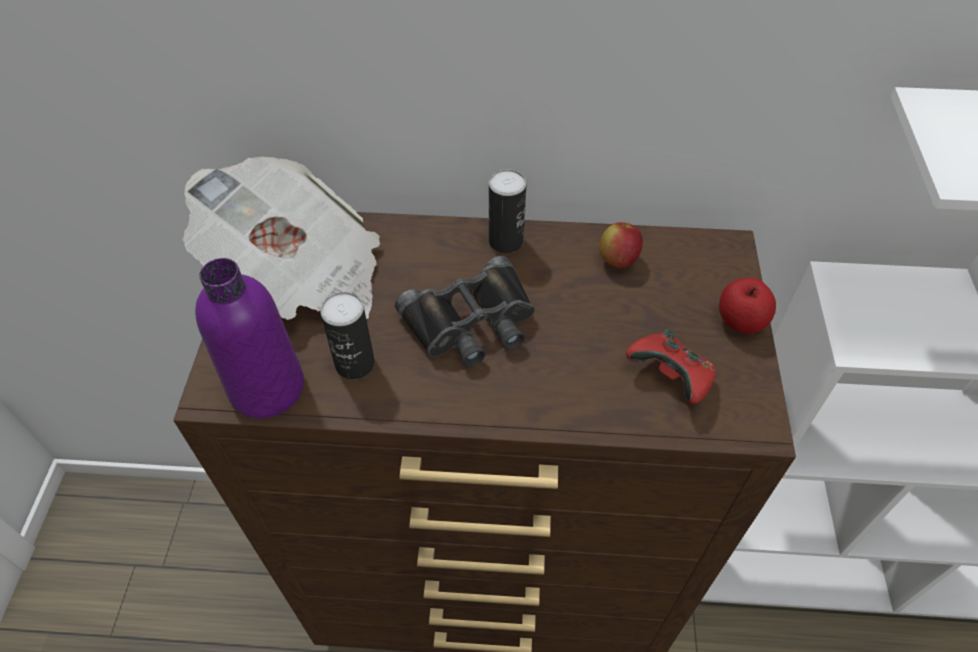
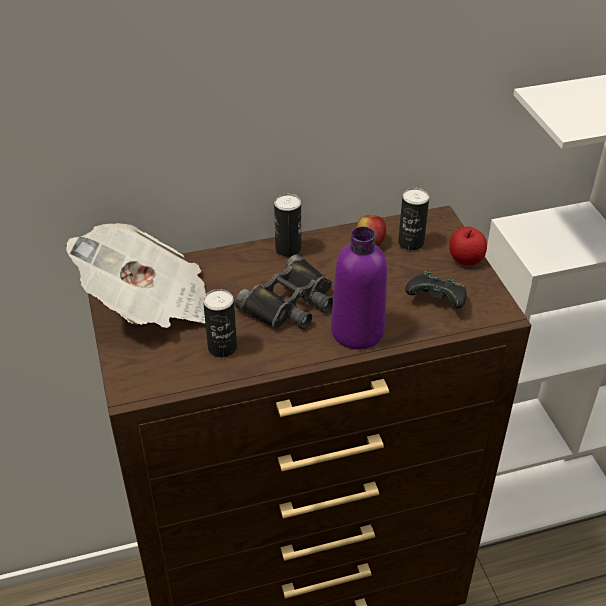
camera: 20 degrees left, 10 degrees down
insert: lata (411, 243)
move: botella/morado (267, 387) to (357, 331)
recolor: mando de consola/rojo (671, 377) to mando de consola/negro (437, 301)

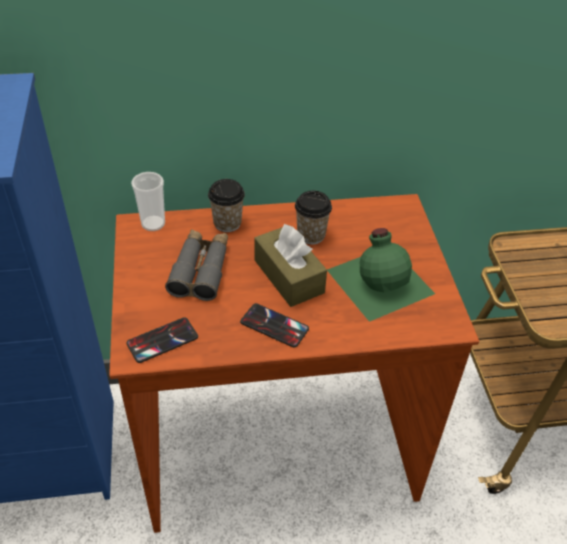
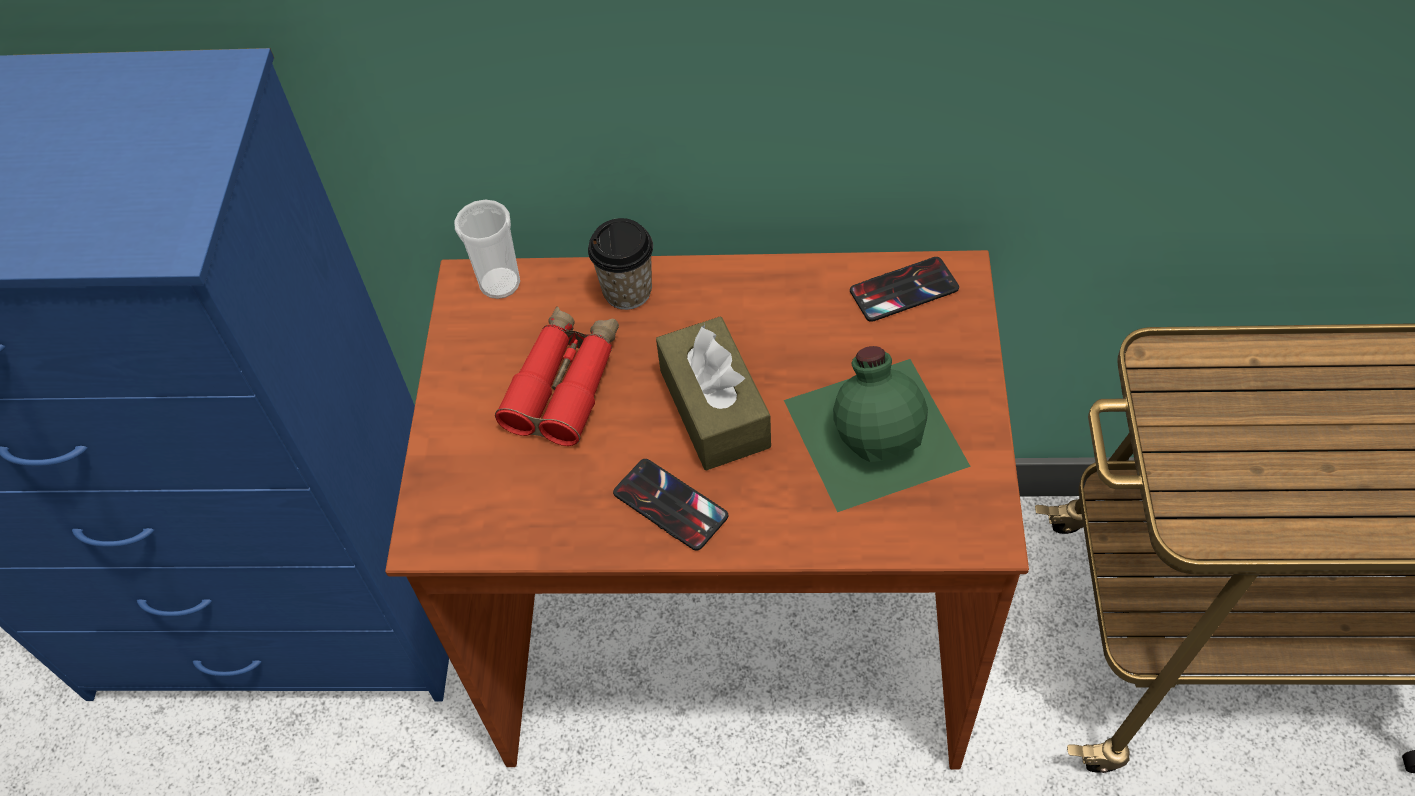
camera: 15 degrees right, 10 degrees up
delete: taza (311, 235)
move: móvil (162, 340) to (904, 290)
recolor: prismáticos/gris (200, 270) to prismáticos/rojo (565, 384)

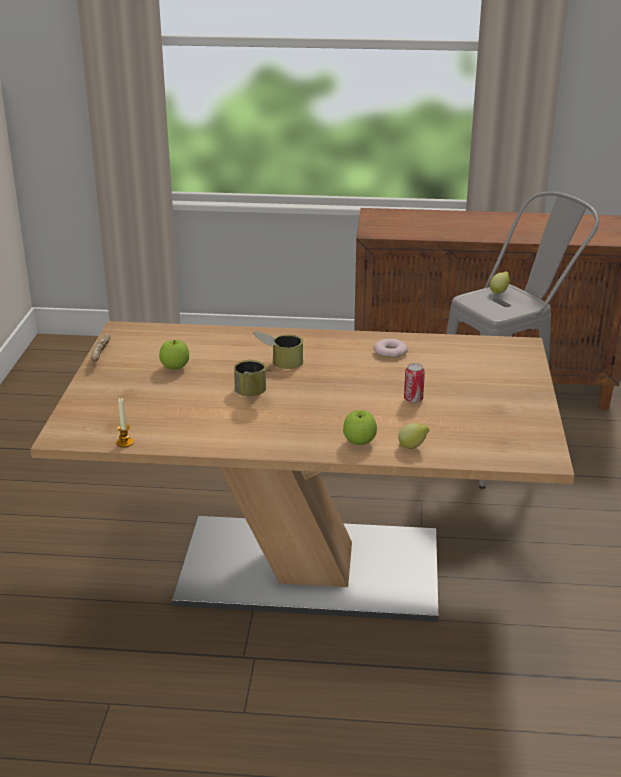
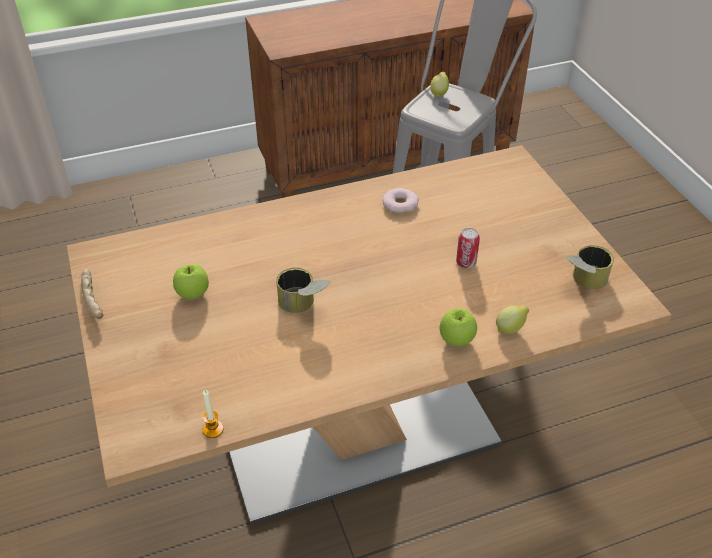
camera: 25 degrees left, 15 degrees up
move: lata (278, 363) to (583, 282)

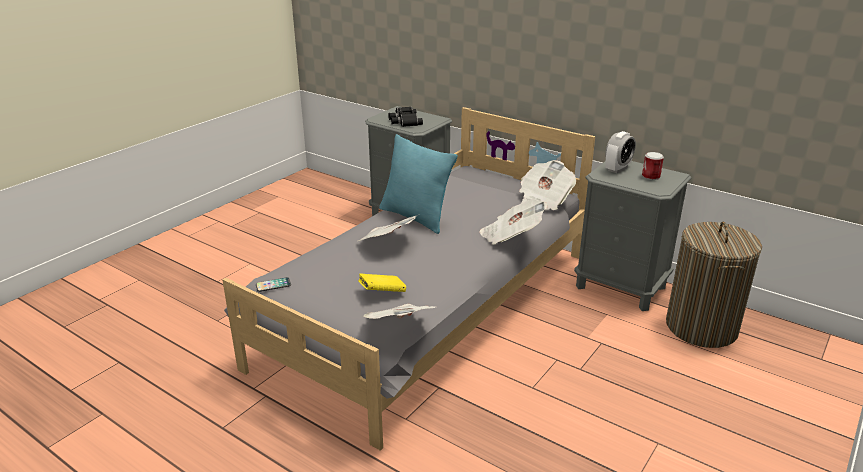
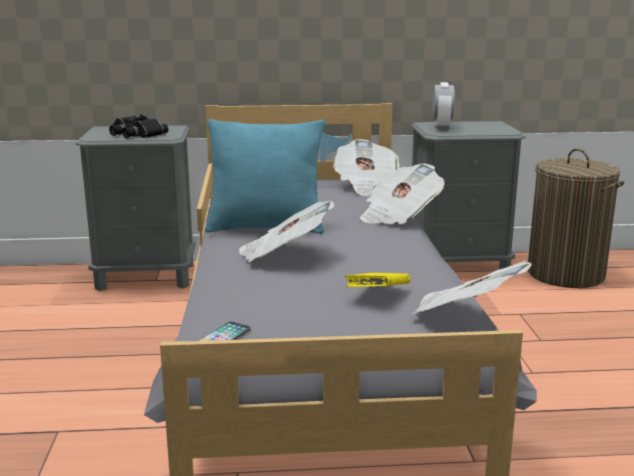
camera: 40 degrees left, 10 degrees down
delete: lata (650, 176)

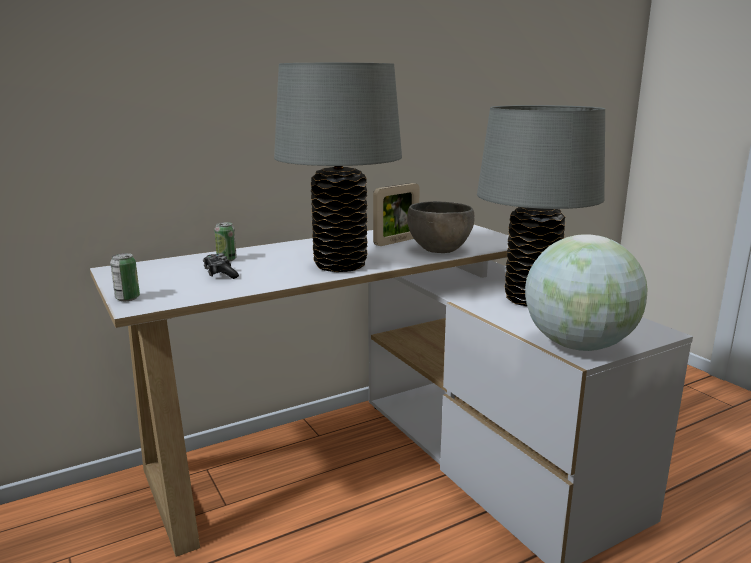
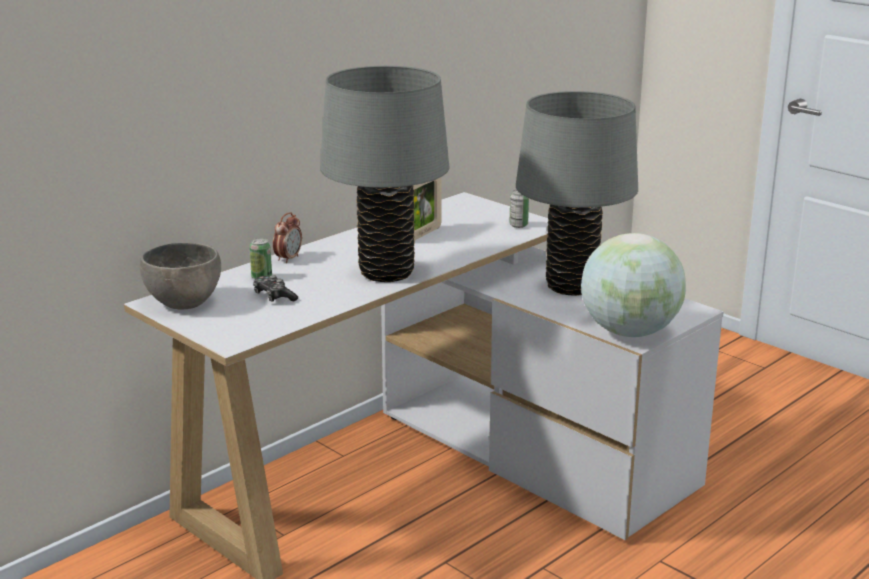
camera: 15 degrees left, 5 degrees up
insert: despertador (288, 259)
move: lata (127, 298) to (518, 225); cuenco/gris (440, 249) to (185, 303)

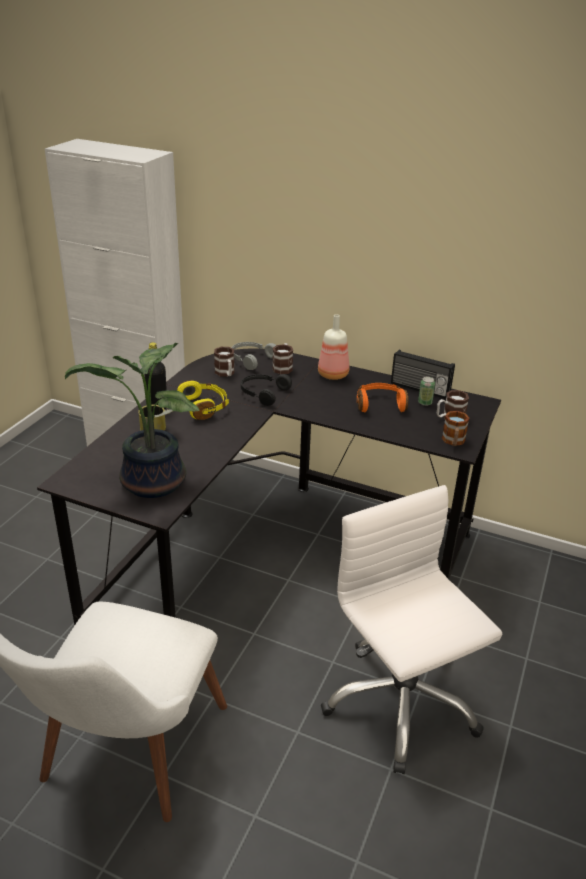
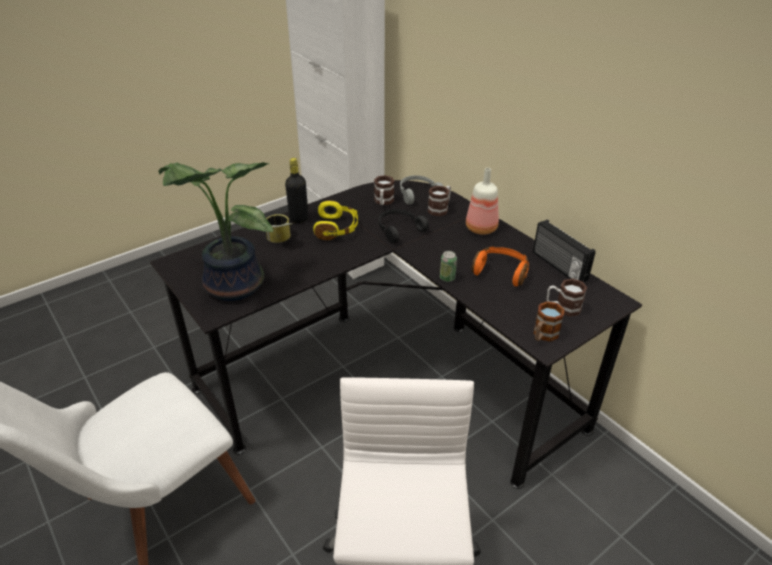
camera: 30 degrees right, 5 degrees up
move: lata (425, 403) to (447, 278)

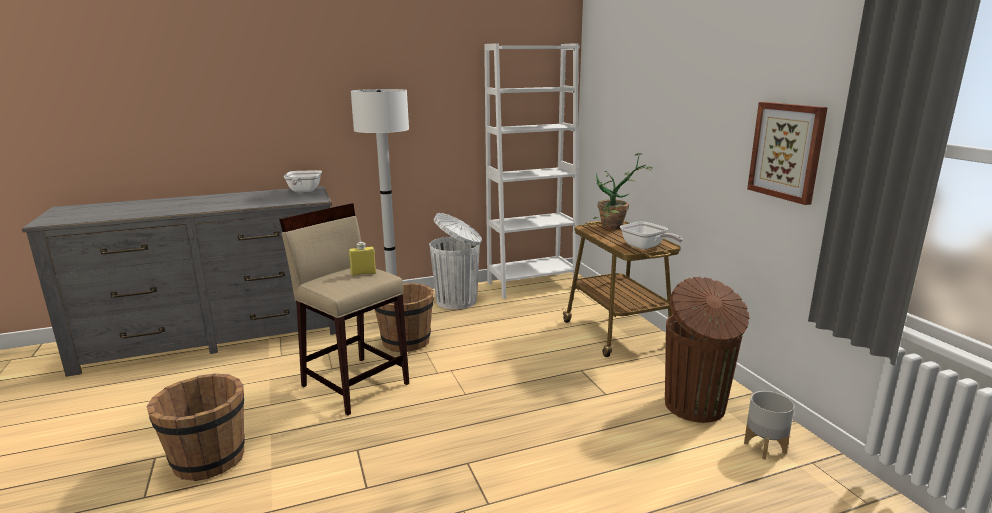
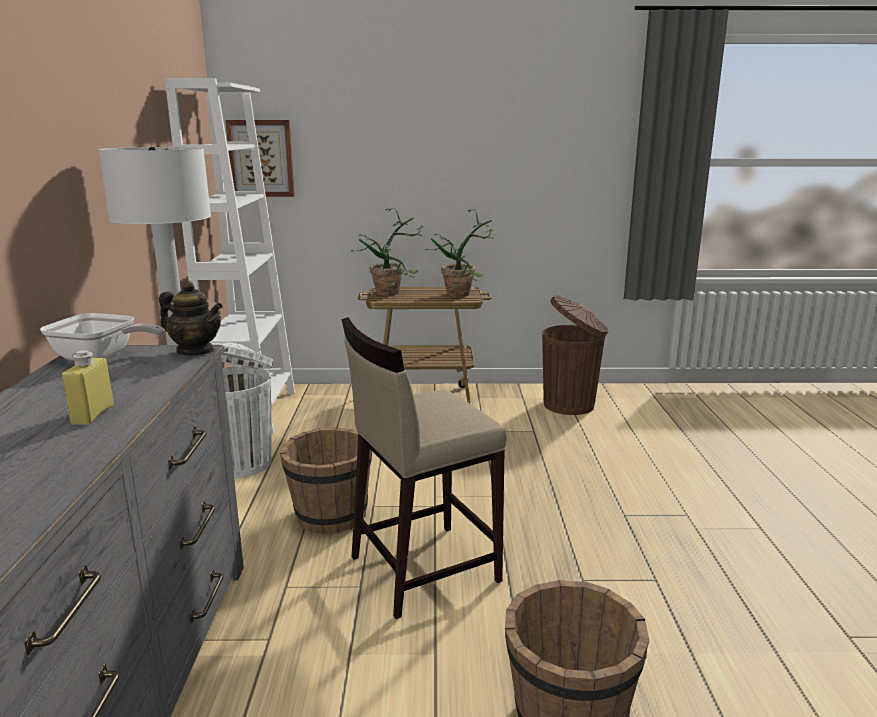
camera: 70 degrees left, 0 degrees up
delete: maceta/gris (765, 447)
insert: tetera (195, 351)
move: botella/amarillo (363, 273) to (93, 414); cuadro (787, 151) to (261, 158)
replace: sartén (646, 247) to planta en maceta (464, 295)

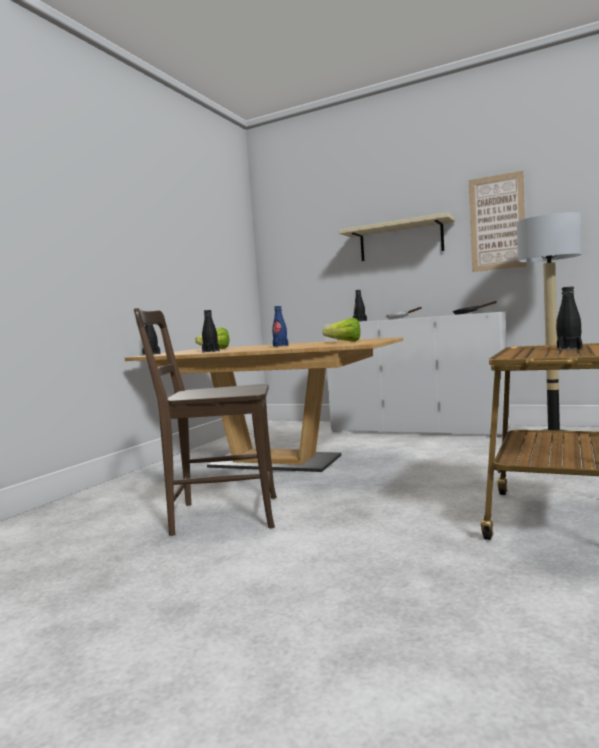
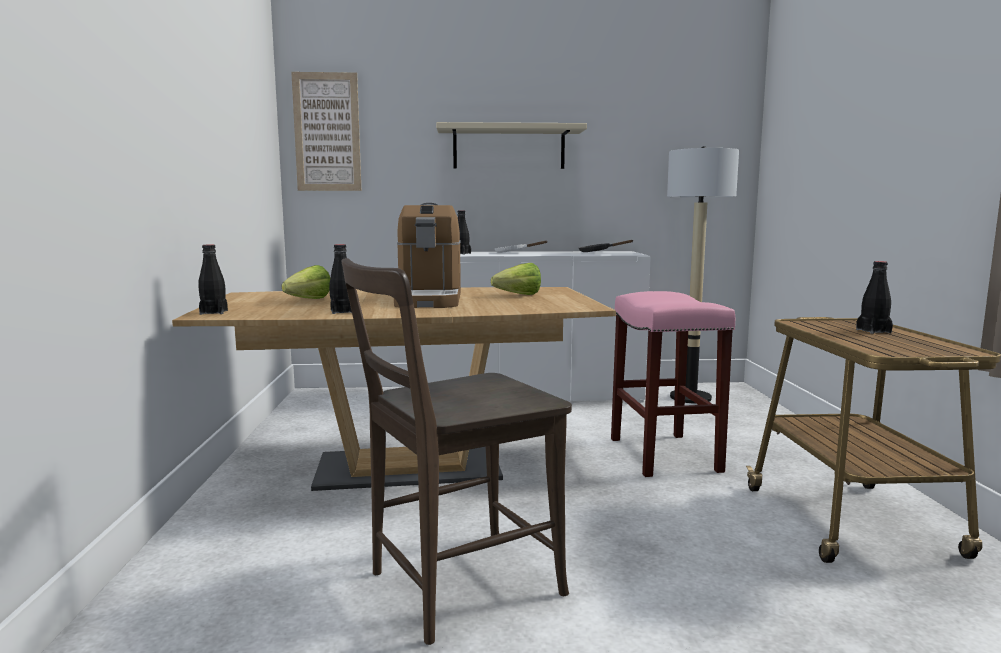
camera: 30 degrees left, 5 degrees up
insert: taburete/rosa (665, 455)
move: cuadro (497, 222) to (327, 132)
replace: botella/azul (280, 346) to cafetera (429, 299)

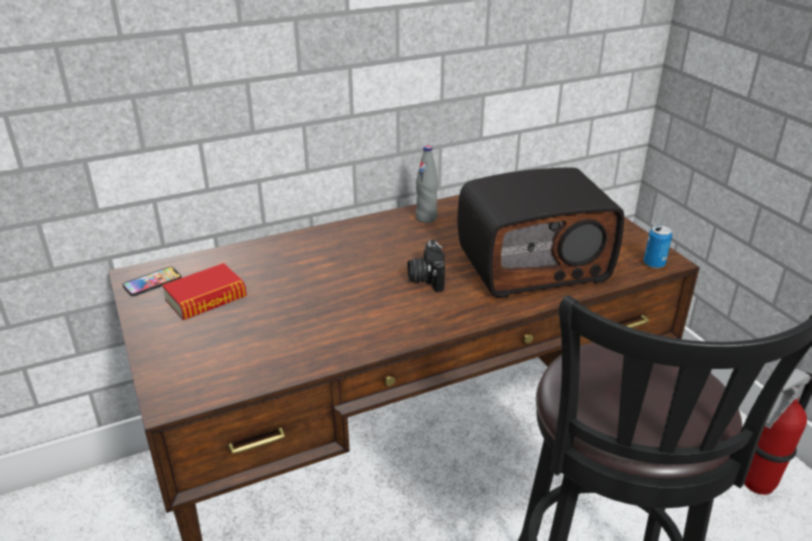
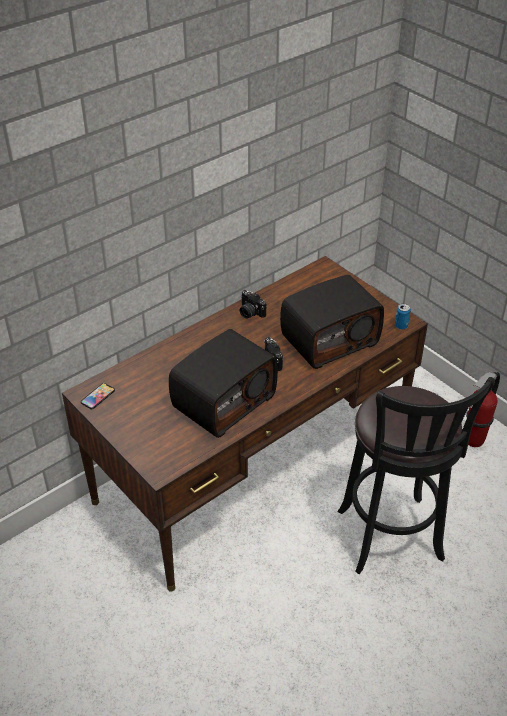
camera: 15 degrees left, 10 degrees up
delete: libro (206, 299)
insert: radio (223, 401)
replace: botella/gris (426, 218) to cámara (250, 312)

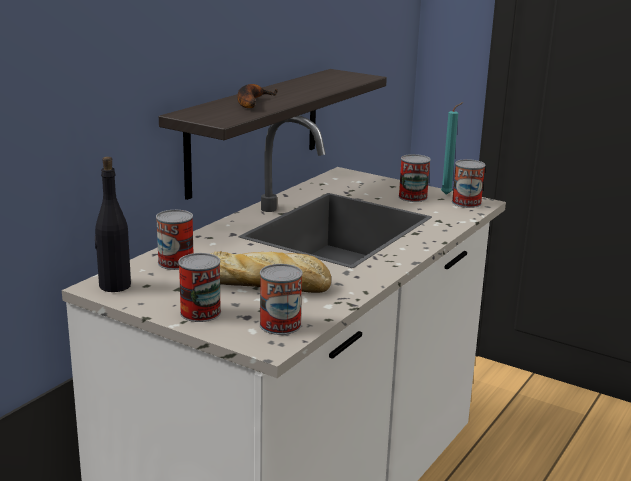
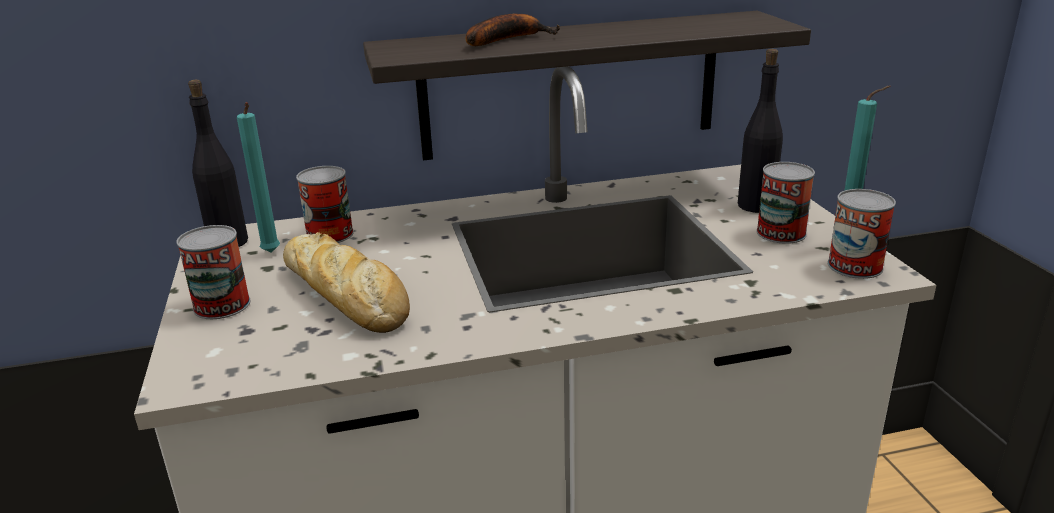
camera: 45 degrees right, 5 degrees up
delete: lata (280, 325)
insert: vela/turquesa (271, 254); botella/negro (756, 205)

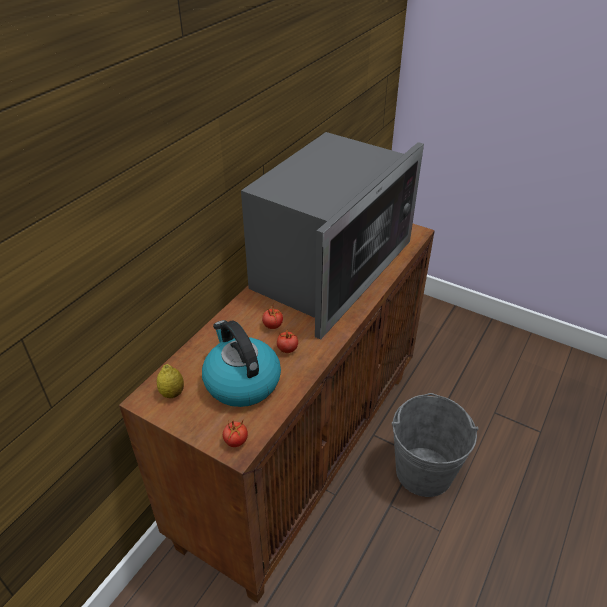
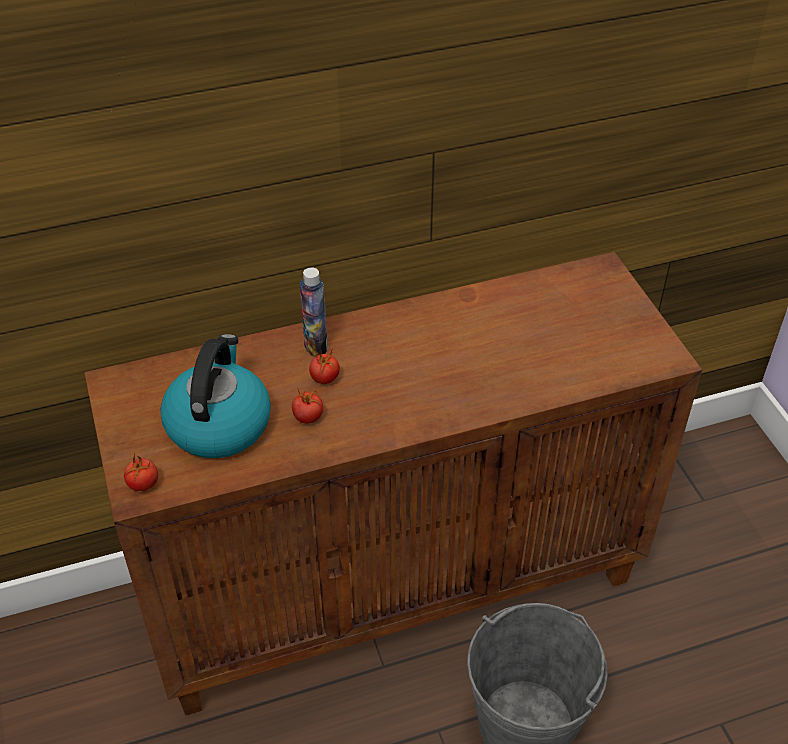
camera: 40 degrees right, 5 degrees up
delete: limón (172, 393); microondas (329, 269)
insert: botella (316, 345)

